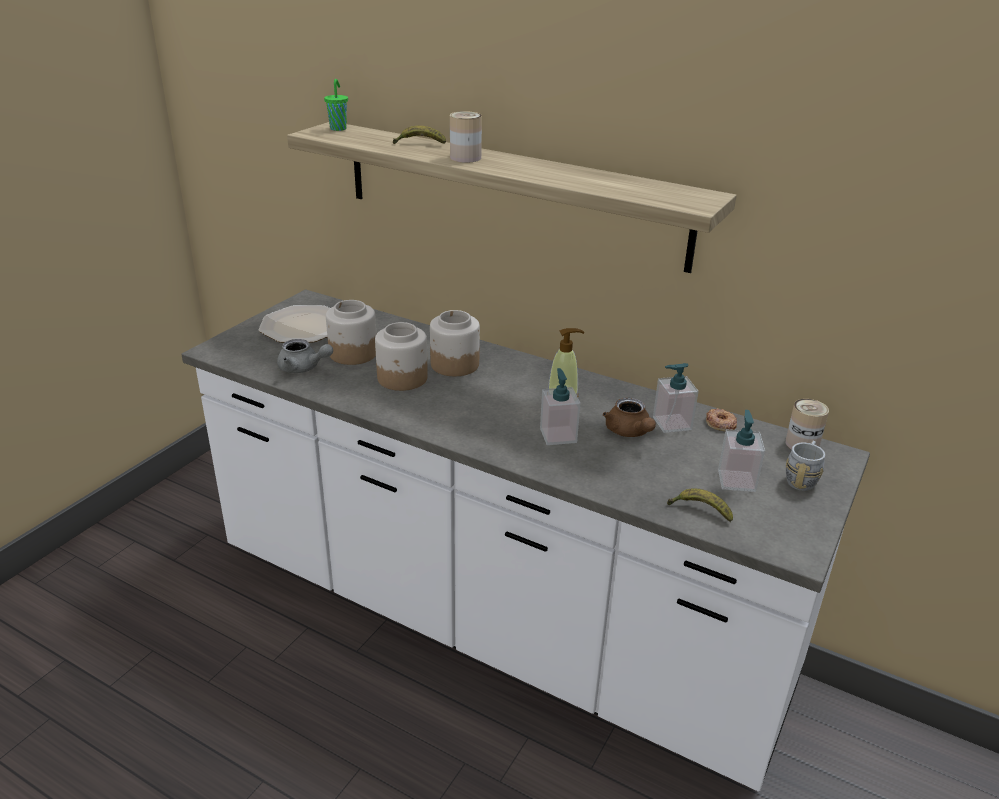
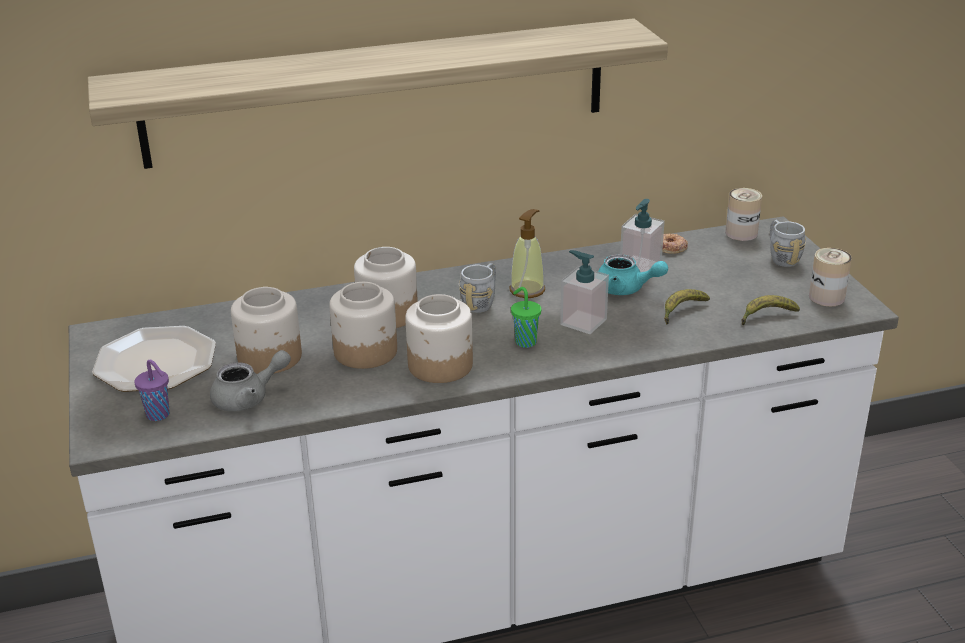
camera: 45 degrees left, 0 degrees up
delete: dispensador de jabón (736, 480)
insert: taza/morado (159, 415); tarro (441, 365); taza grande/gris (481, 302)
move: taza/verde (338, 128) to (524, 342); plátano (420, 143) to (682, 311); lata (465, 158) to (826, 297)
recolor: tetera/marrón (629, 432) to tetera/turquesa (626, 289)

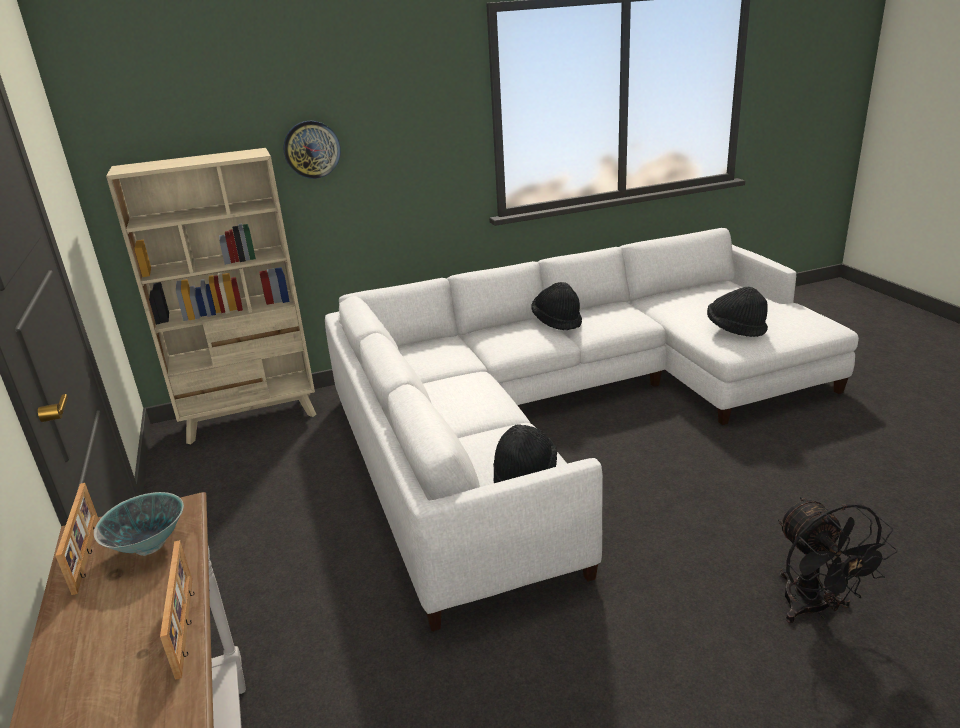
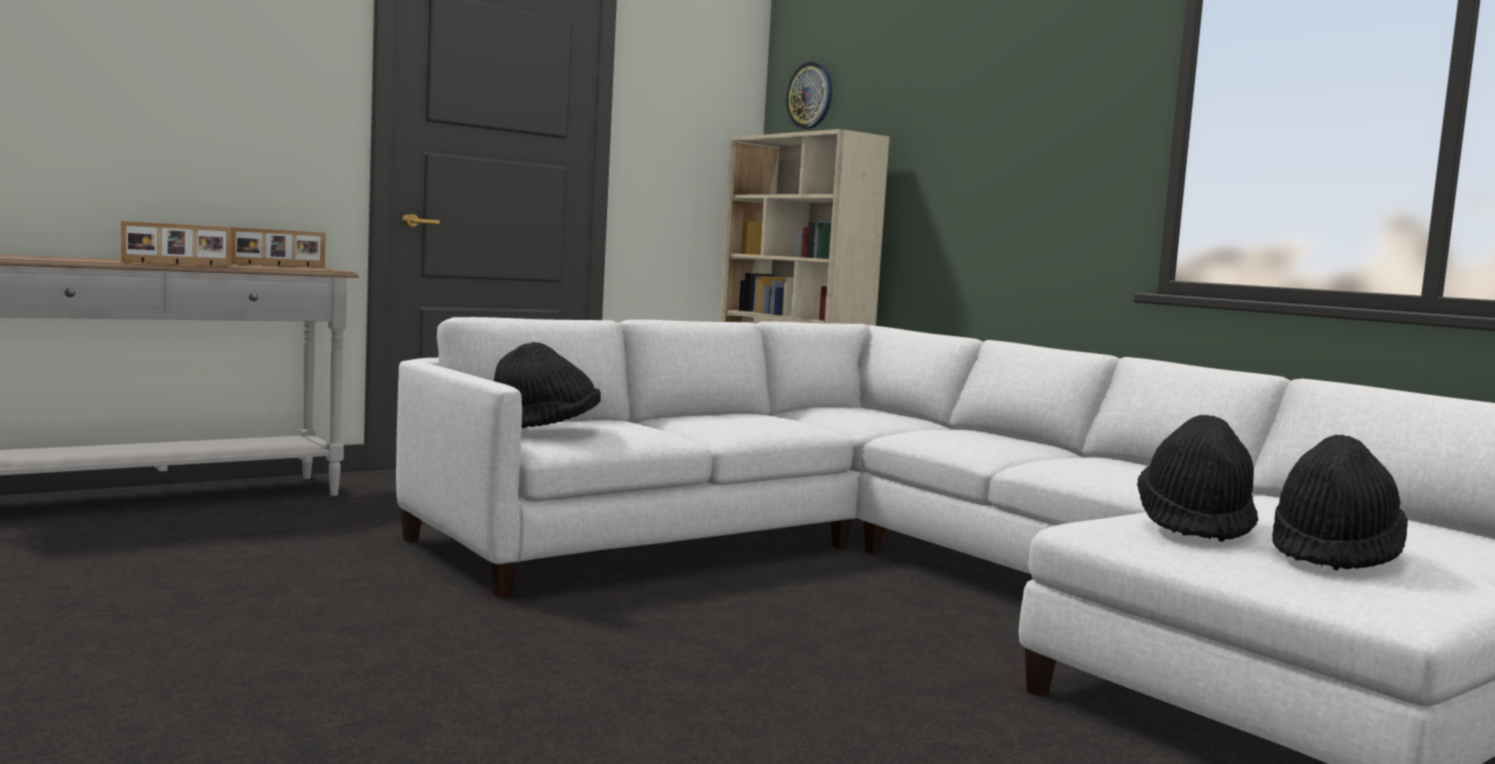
camera: 70 degrees right, 20 degrees down
delete: cuenco (149, 545); ventilador/negro (814, 609)
move: reloj de pared (312, 149) to (810, 95); sombrero/negro (557, 321) to (1334, 554)

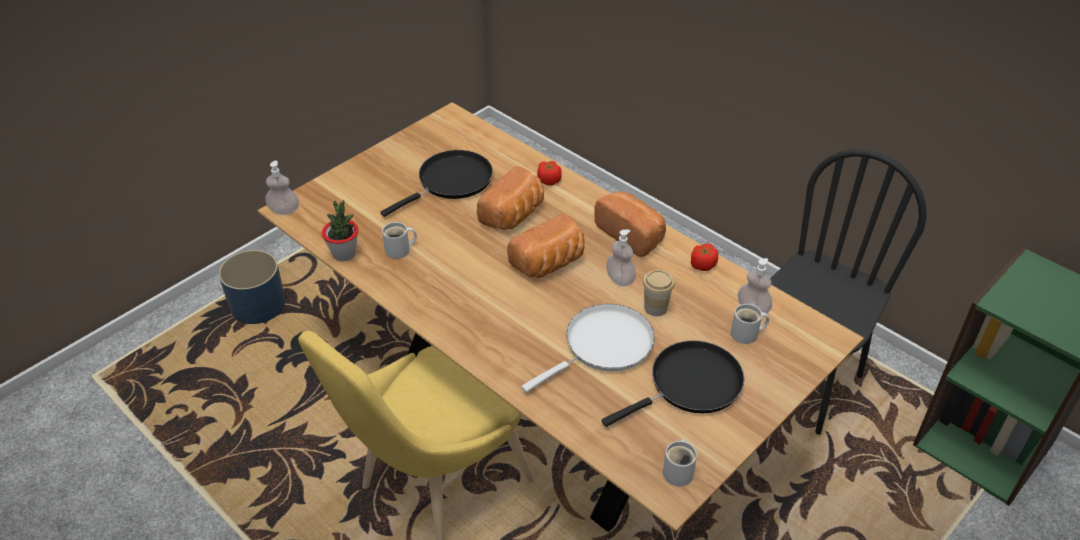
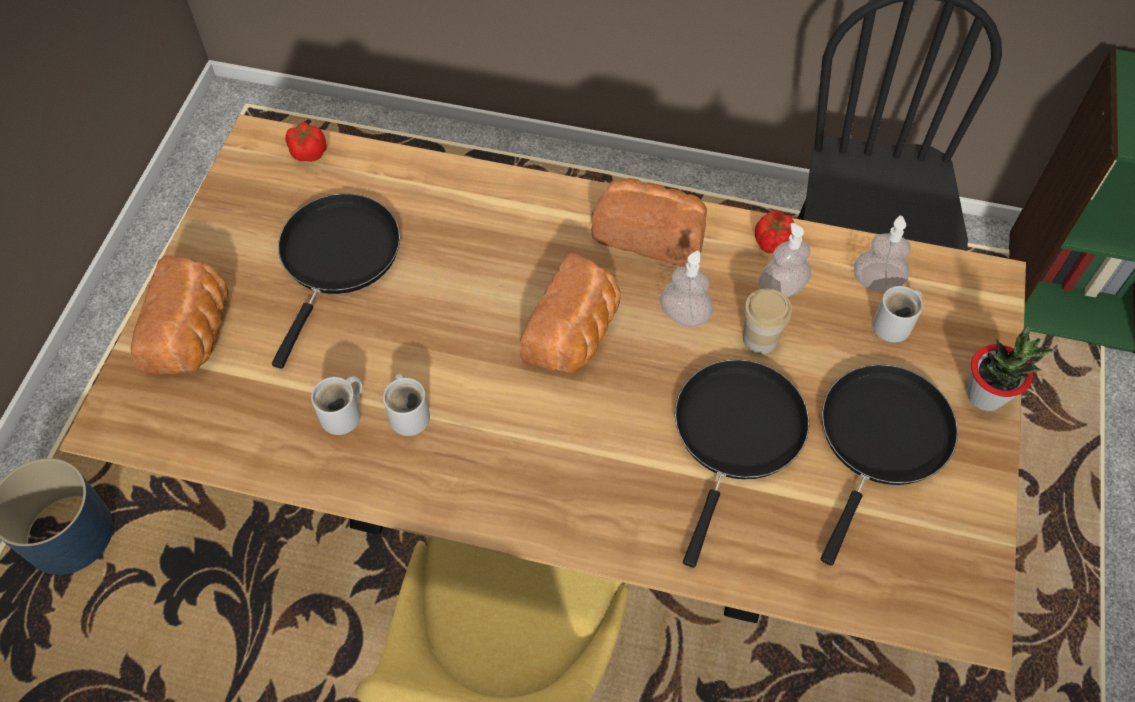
camera: 30 degrees left, 15 degrees up
move: dispensador de jabón (284, 210) to (781, 288); planta en maceta (344, 254) to (985, 395); pan (514, 215) to (194, 333); tomate (549, 181) to (308, 152); taza grande/blanco (679, 471) to (410, 413)
recolor: sartén/blanco (603, 346) to sartén/negro (736, 434)

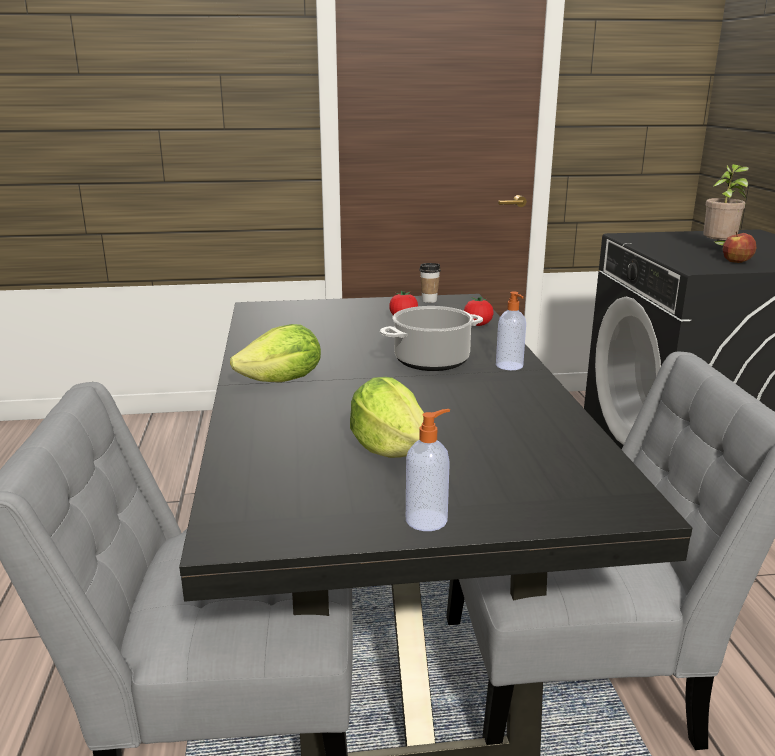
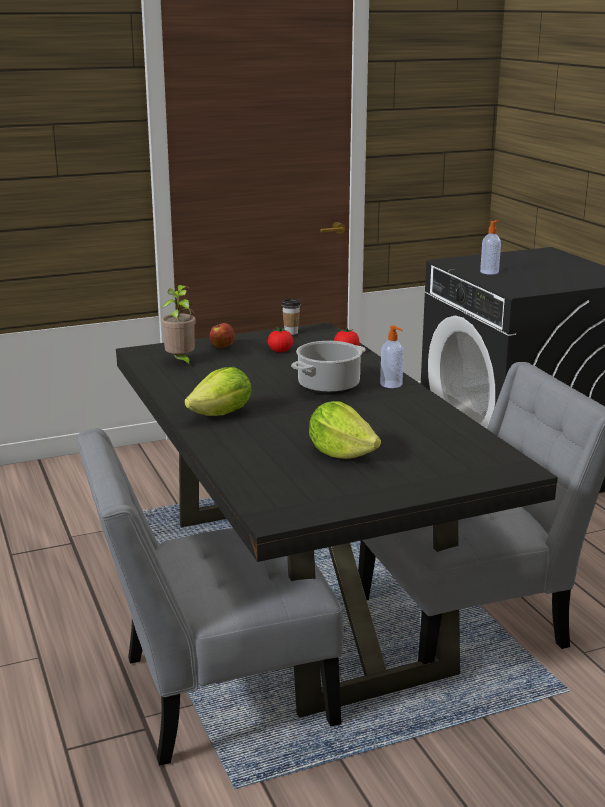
camera: 15 degrees left, 0 degrees up
move: dispensador de jabón (427, 519) to (489, 272); planta en maceta (719, 250) to (180, 362); manzana (736, 261) to (222, 346)

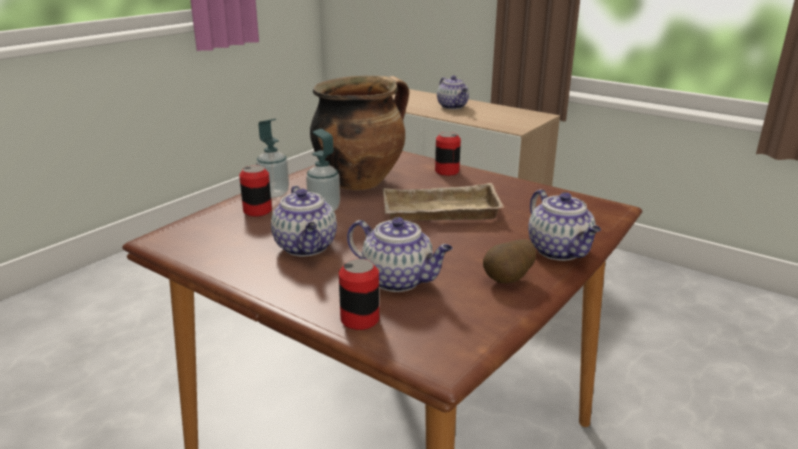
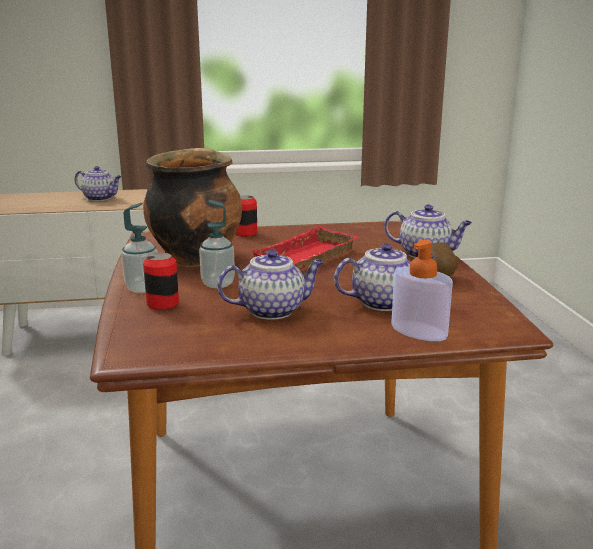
camera: 45 degrees left, 5 degrees down
replace: lata (360, 319) to dispensador de jabón (419, 331)
recolor: bandeja/beis (439, 213) to bandeja/rojo (307, 258)
rotate: tetera (306, 247) = (273, 310) 45 degrees counterclockwise

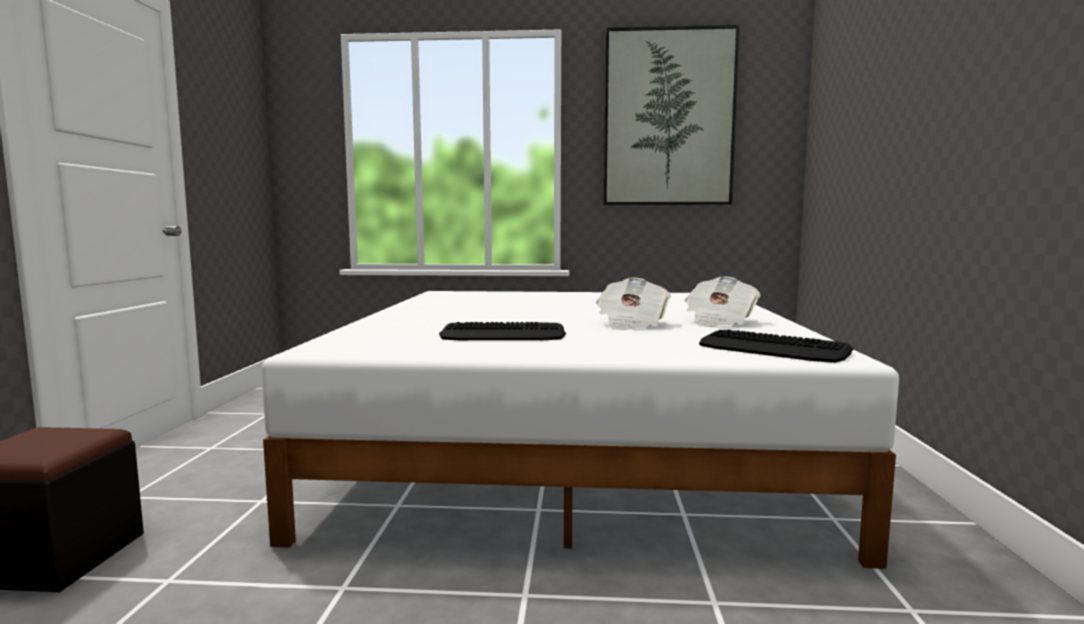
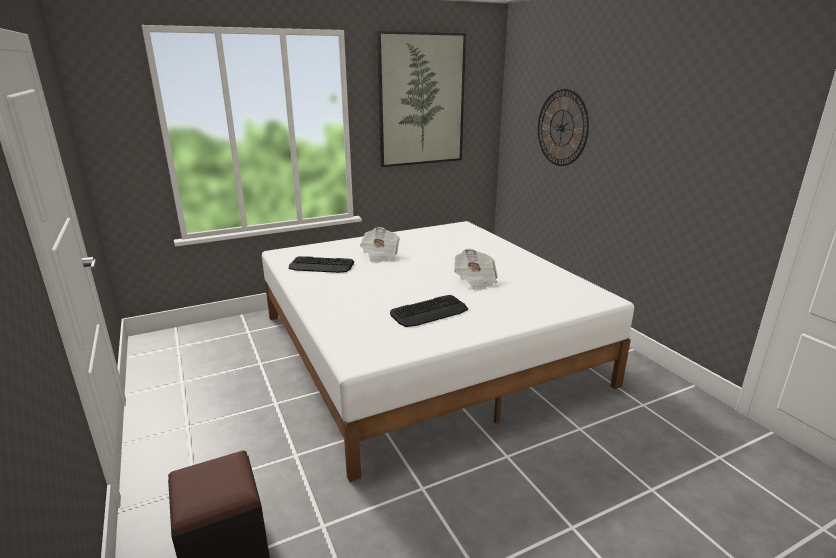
camera: 30 degrees left, 15 degrees up
insert: reloj de pared (562, 128)
move: periódico (719, 322) to (380, 256); teclado (772, 349) to (321, 266)

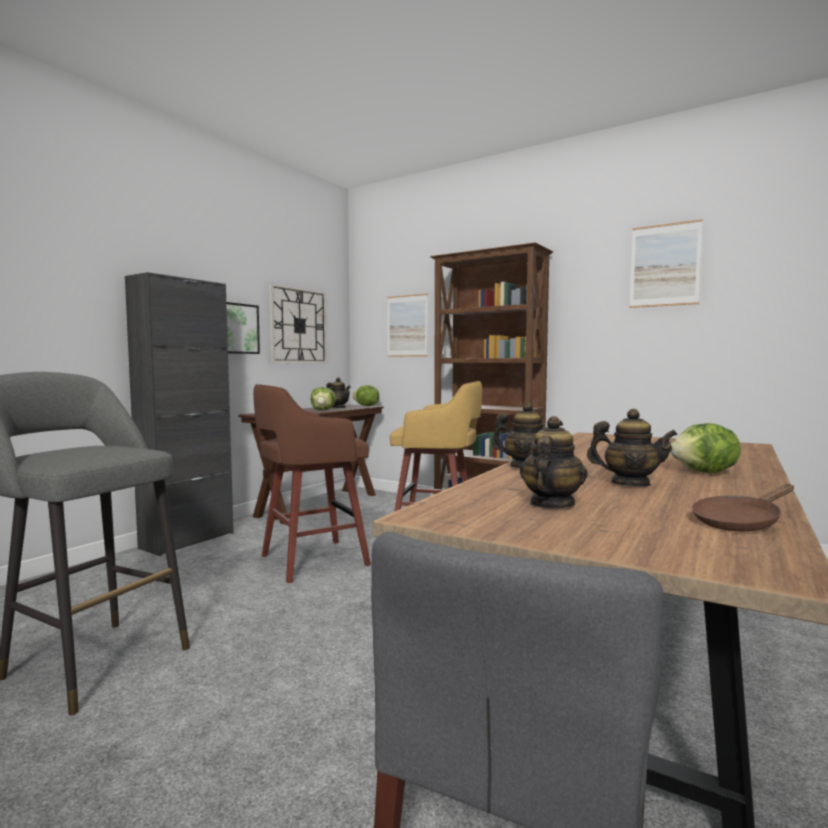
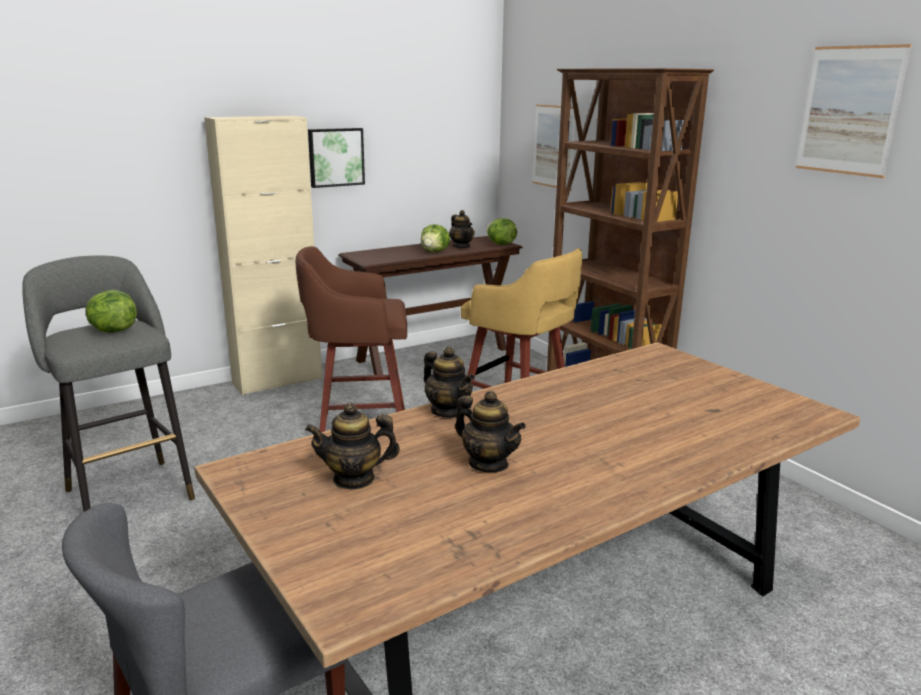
camera: 25 degrees right, 15 degrees up
delete: reloj de pared (298, 325); sartén/marrón (740, 523)
move: lechuga (705, 472) to (112, 331)
recolor: armario/negro (187, 540) to armario/beis (277, 380)
rotate: tetera (551, 504) = (354, 479) 150 degrees counterclockwise

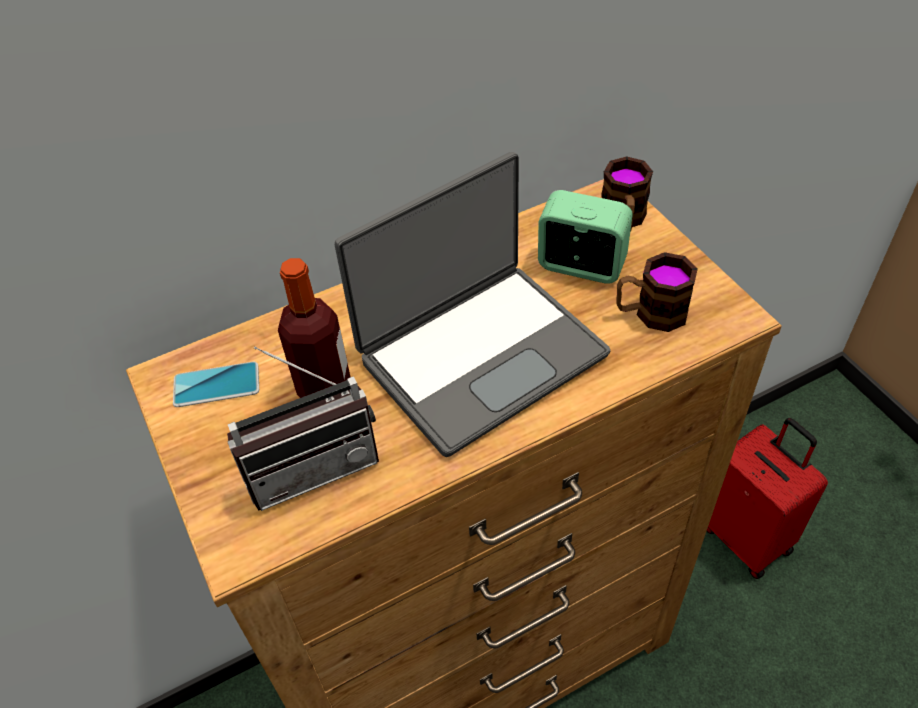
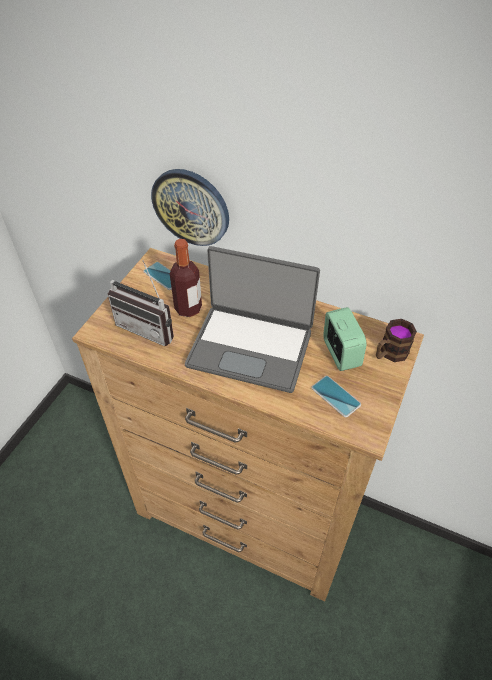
camera: 50 degrees right, 0 degrees up
delete: maleta/rojo (746, 537)
insert: reloj de pared (191, 207)
replace: taza grande (650, 313) to móvil (335, 396)

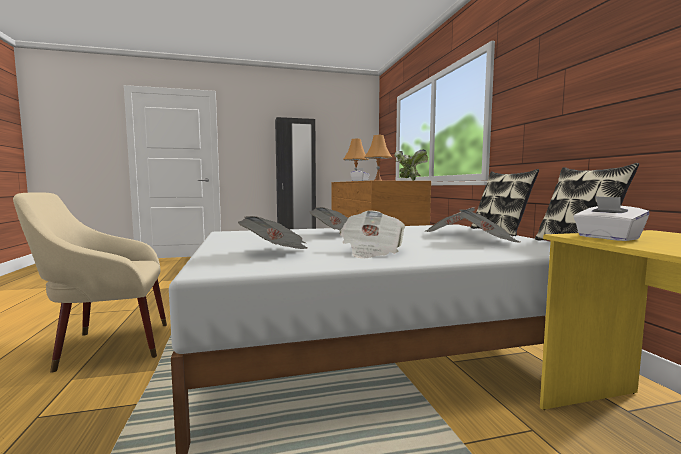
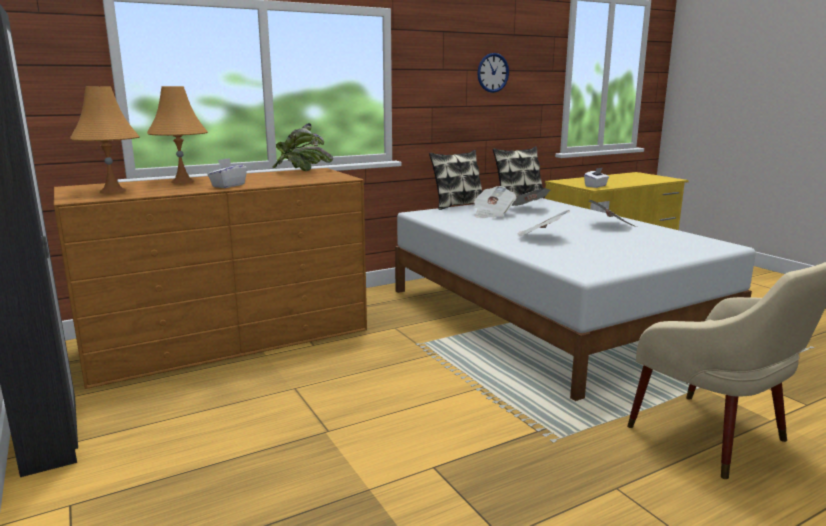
camera: 105 degrees left, 10 degrees up
delete: periódico (276, 253)
insert: reloj de pared (493, 72)

